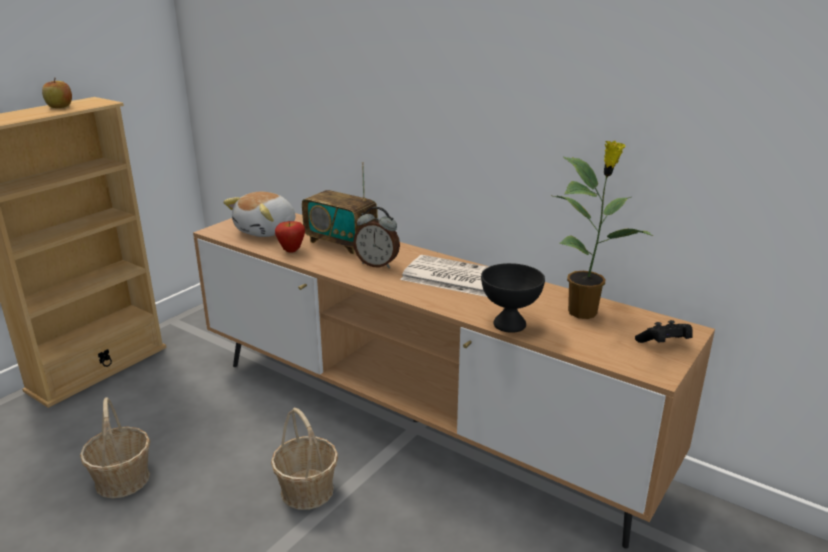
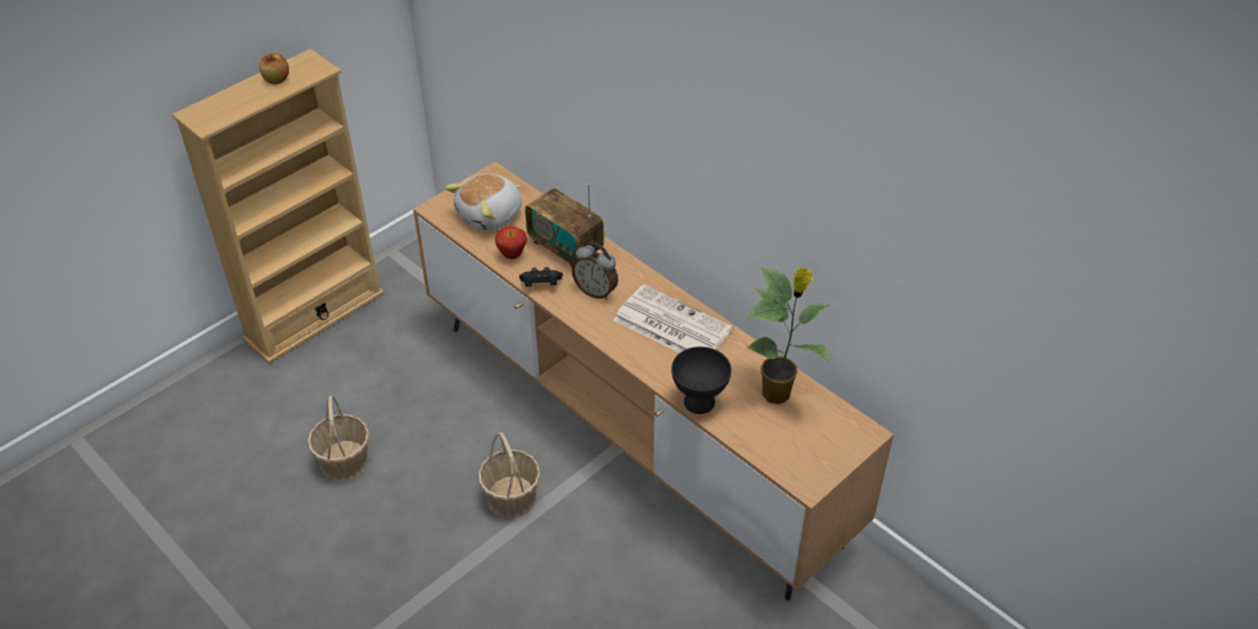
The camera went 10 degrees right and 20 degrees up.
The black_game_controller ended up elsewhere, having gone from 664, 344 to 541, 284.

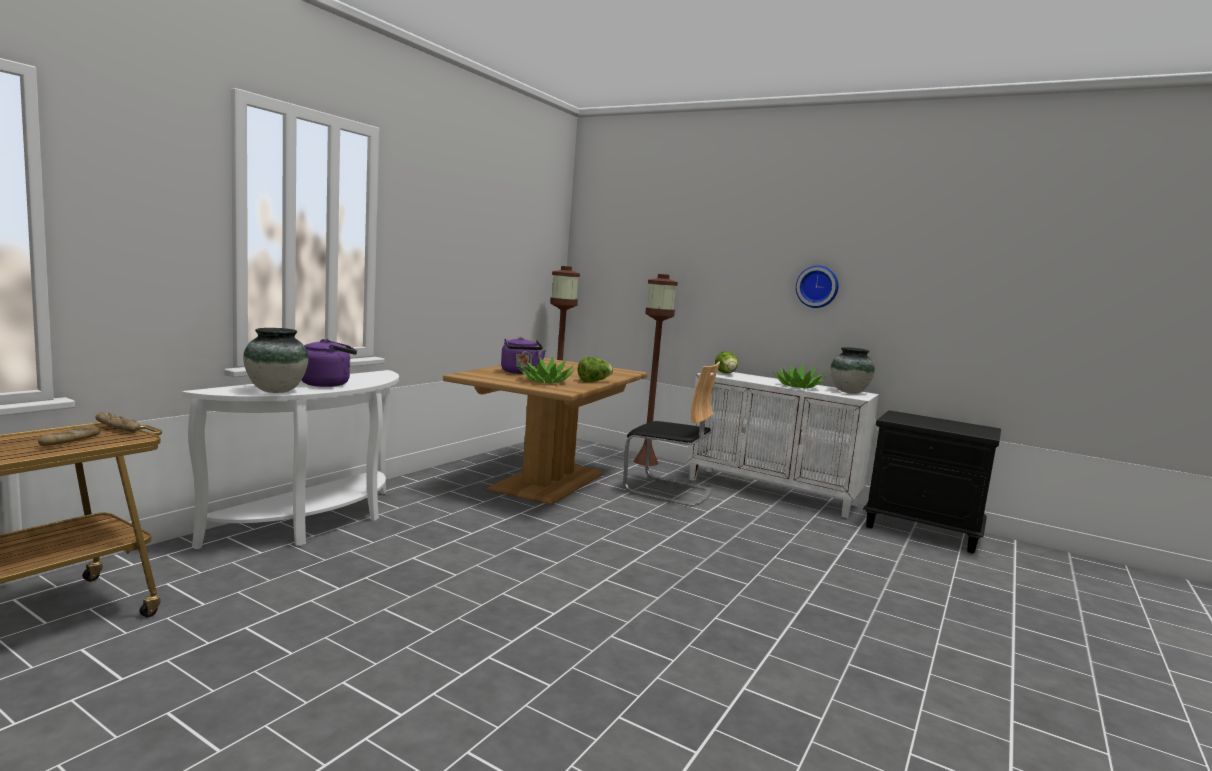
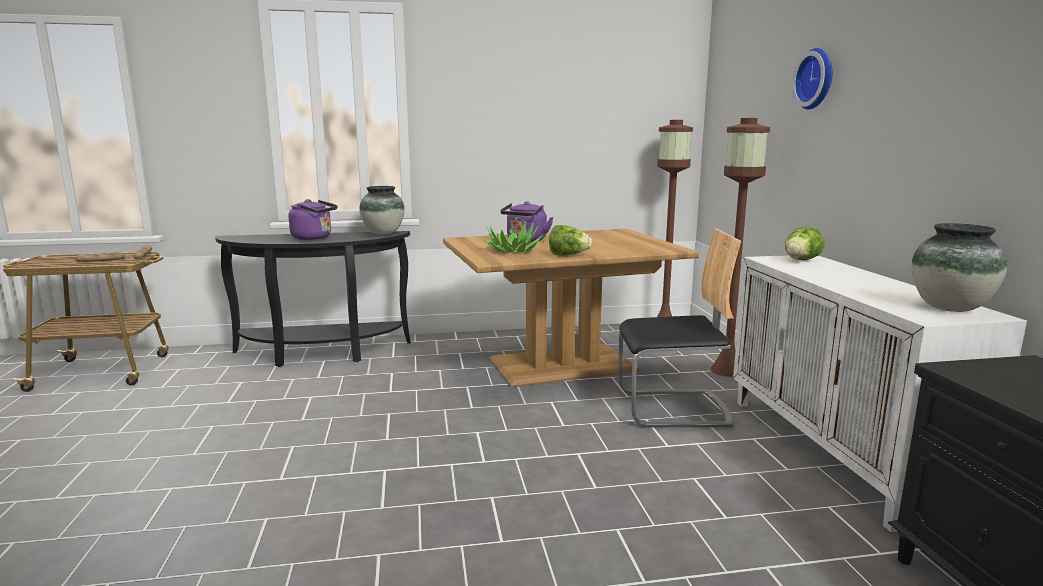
The camera went 50 degrees right and 5 degrees up.
What was the white_console_table at 317, 524 turned into the black_console_table at 321, 354.
The vase ended up elsewhere, having gone from 276, 391 to 383, 233.
The chair at 668, 491 ended up facing another way, 75 degrees counterclockwise from before.
The second view lost the potted_plant at 797, 386.
The wall_clock ended up elsewhere, having gone from 817, 286 to 817, 79.

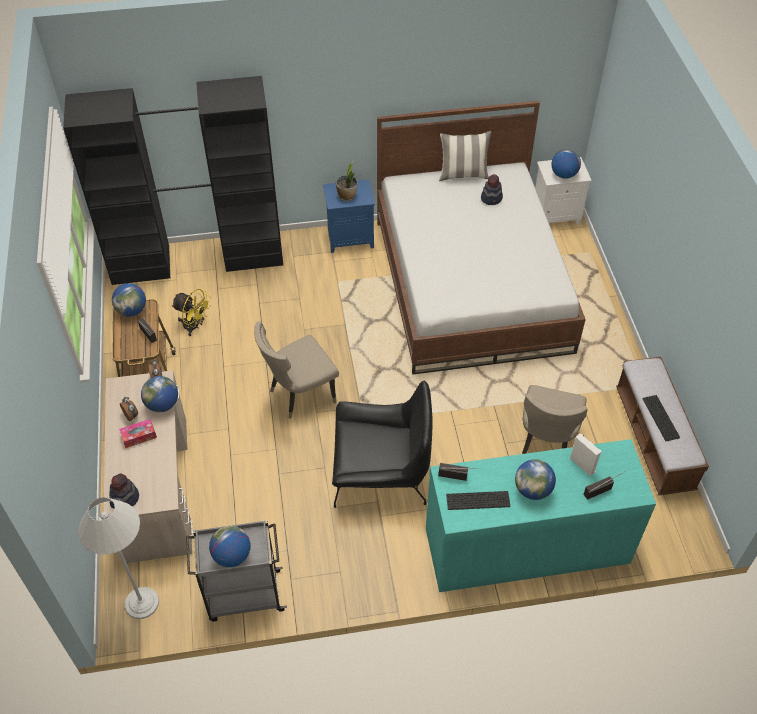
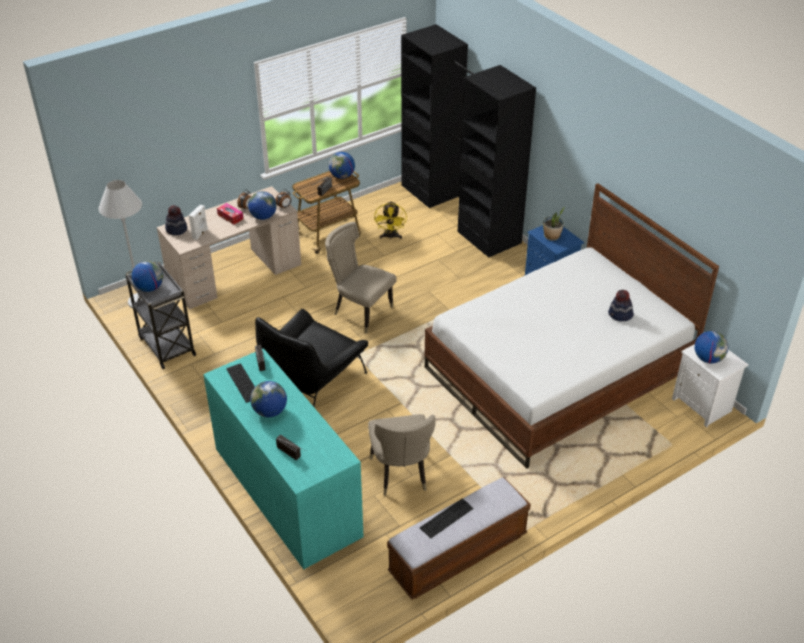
The camera went 65 degrees right and 10 degrees down.
The black_armchair at 381, 471 ended up facing another way, 60 degrees clockwise from before.
The second view lost the pillow at 463, 175.
The beige_chair at 545, 445 ended up facing another way, 90 degrees counterclockwise from before.
The white_speaker ended up elsewhere, having gone from 582, 465 to 200, 234.

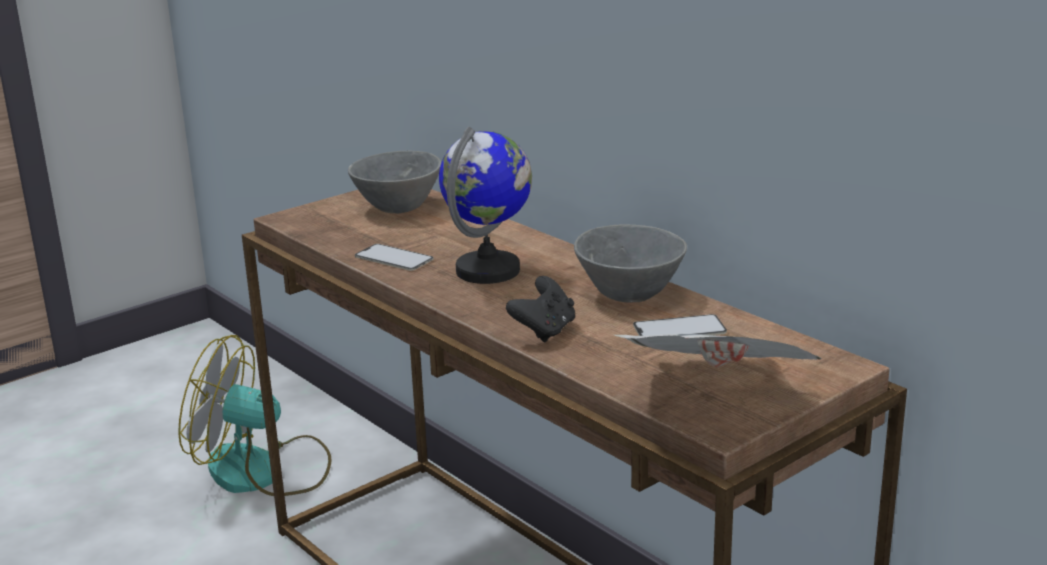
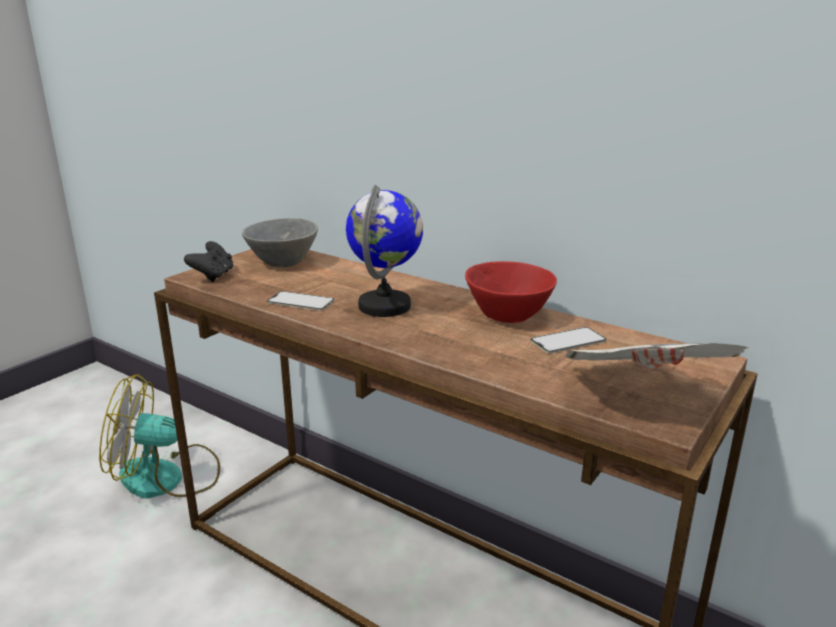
The camera went 15 degrees left and 0 degrees up.
The black_game_controller ended up elsewhere, having gone from 544, 331 to 213, 276.
What was the grey_bowl at 627, 294 turned into the red_bowl at 507, 317.

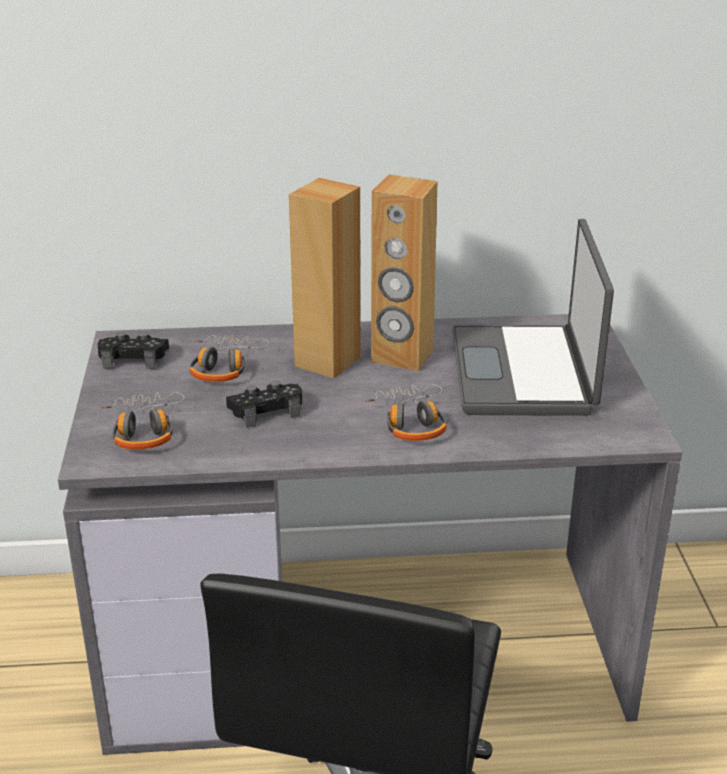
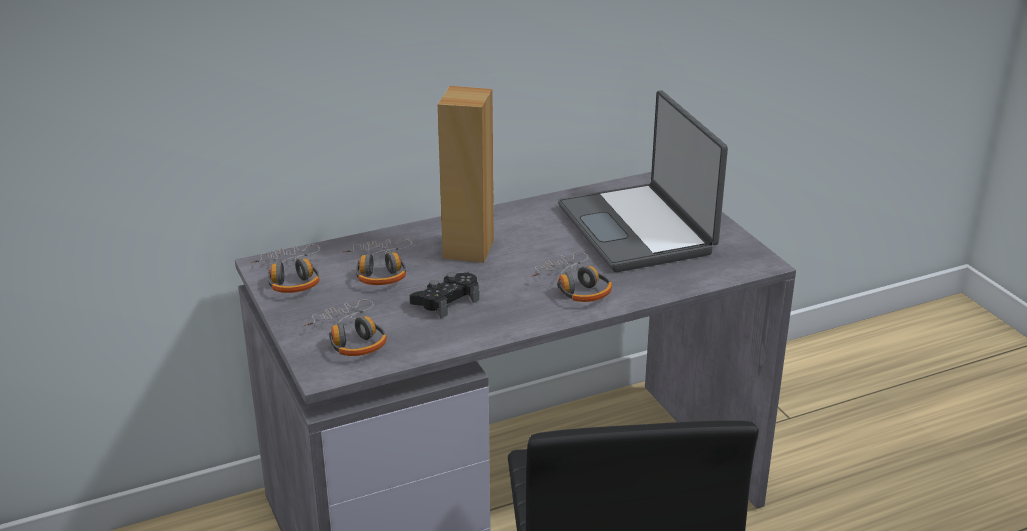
The camera went 20 degrees left and 0 degrees up.
Where the black_game_controller stood at 134, 358, the headphones came to stand at 291, 277.
The second view lost the brown_speaker at 402, 356.

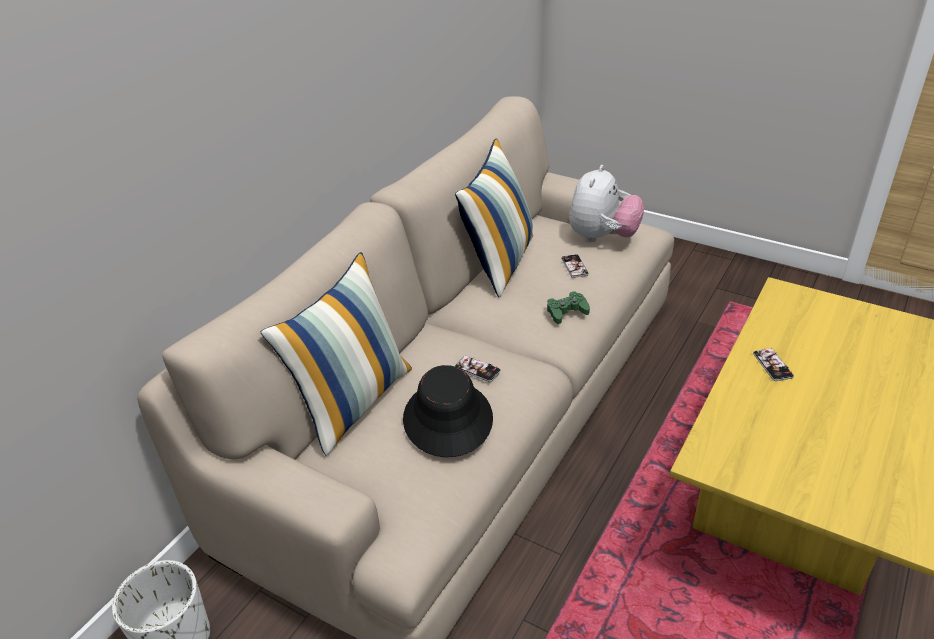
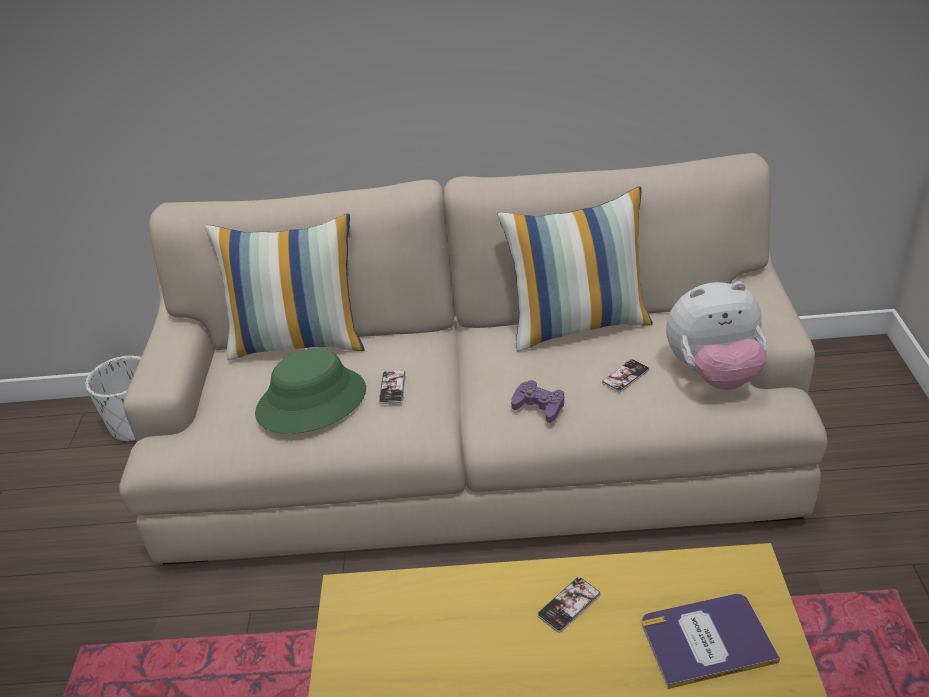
The camera went 60 degrees right and 0 degrees up.
What was the black_hat at 447, 419 turned into the green_hat at 311, 401.
What was the green_game_controller at 566, 312 turned into the purple_game_controller at 539, 406.
The second view gained the book at 707, 640.

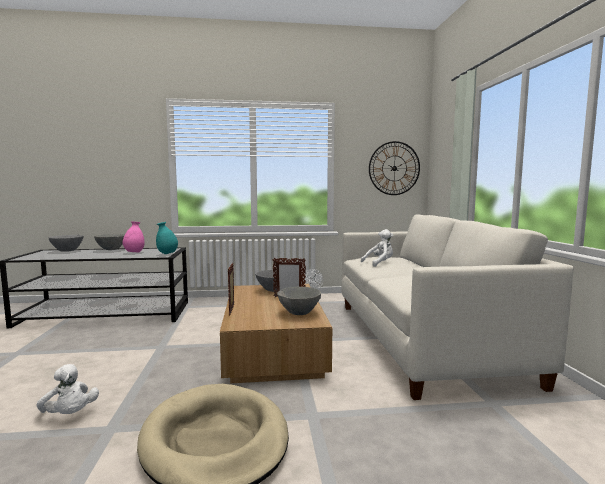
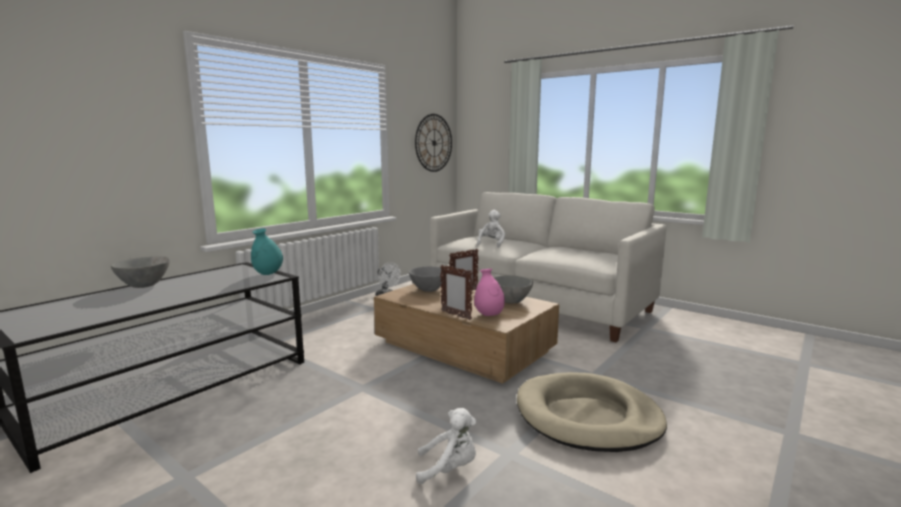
The camera went 45 degrees left and 5 degrees up.
The second view lost the grey_bowl at 67, 251.
The pink_vase ended up elsewhere, having gone from 134, 252 to 489, 315.

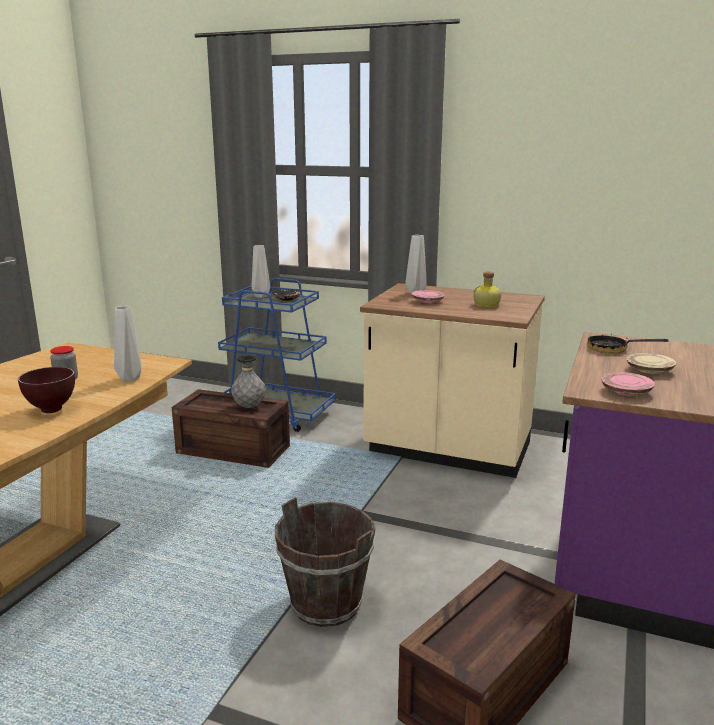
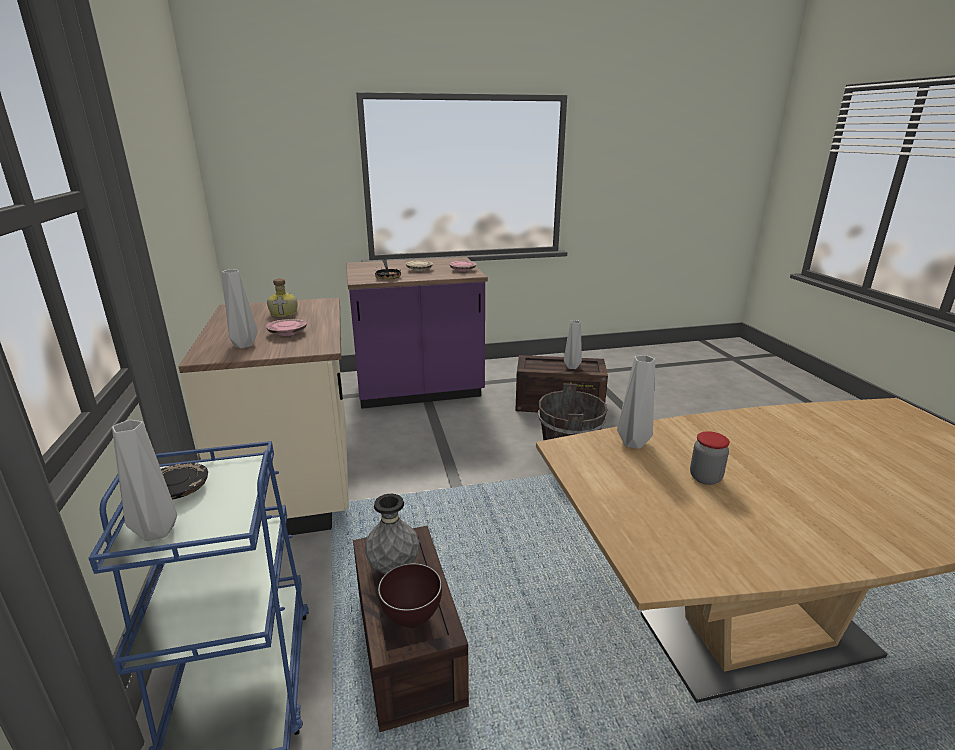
The camera went 125 degrees left and 5 degrees up.
The brown_bowl ended up elsewhere, having gone from 50, 410 to 413, 619.
The second view gained the grey_vase at 572, 367.

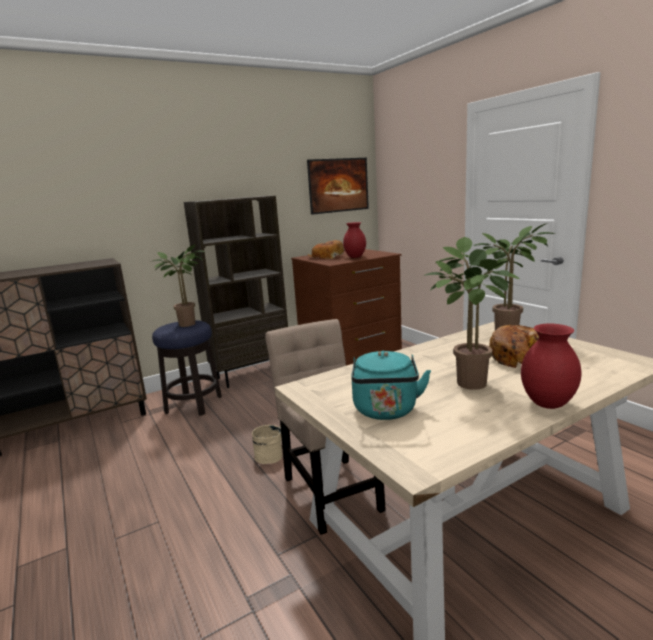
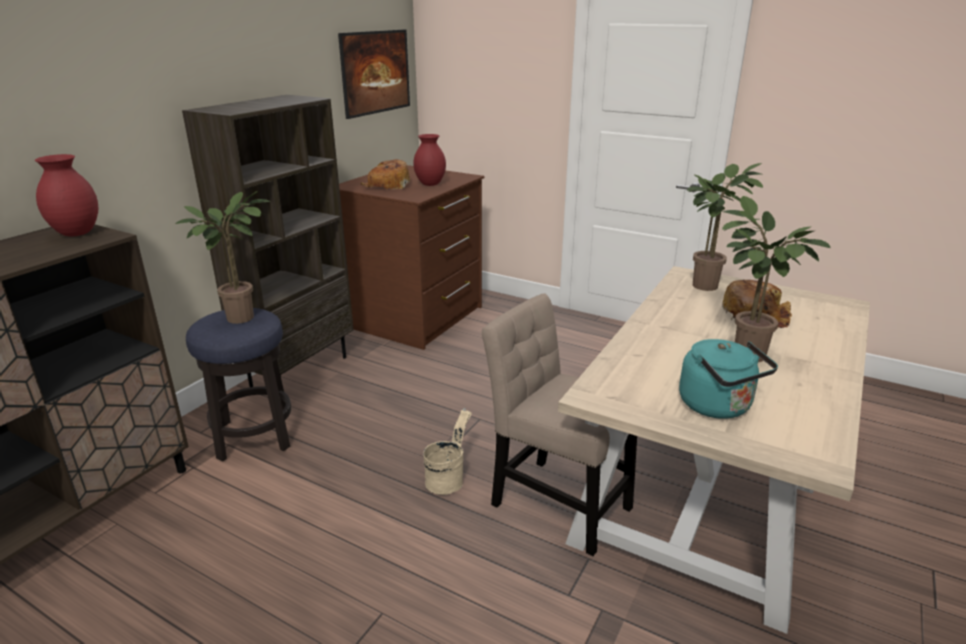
The camera went 30 degrees left and 10 degrees up.
The red_vase ended up elsewhere, having gone from 548, 404 to 77, 233.

